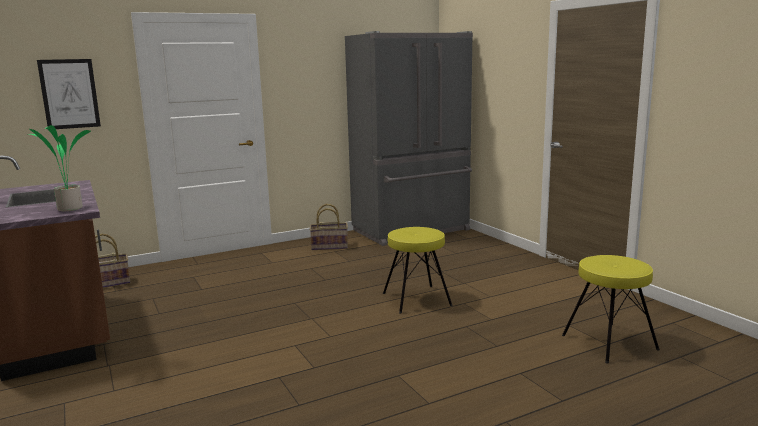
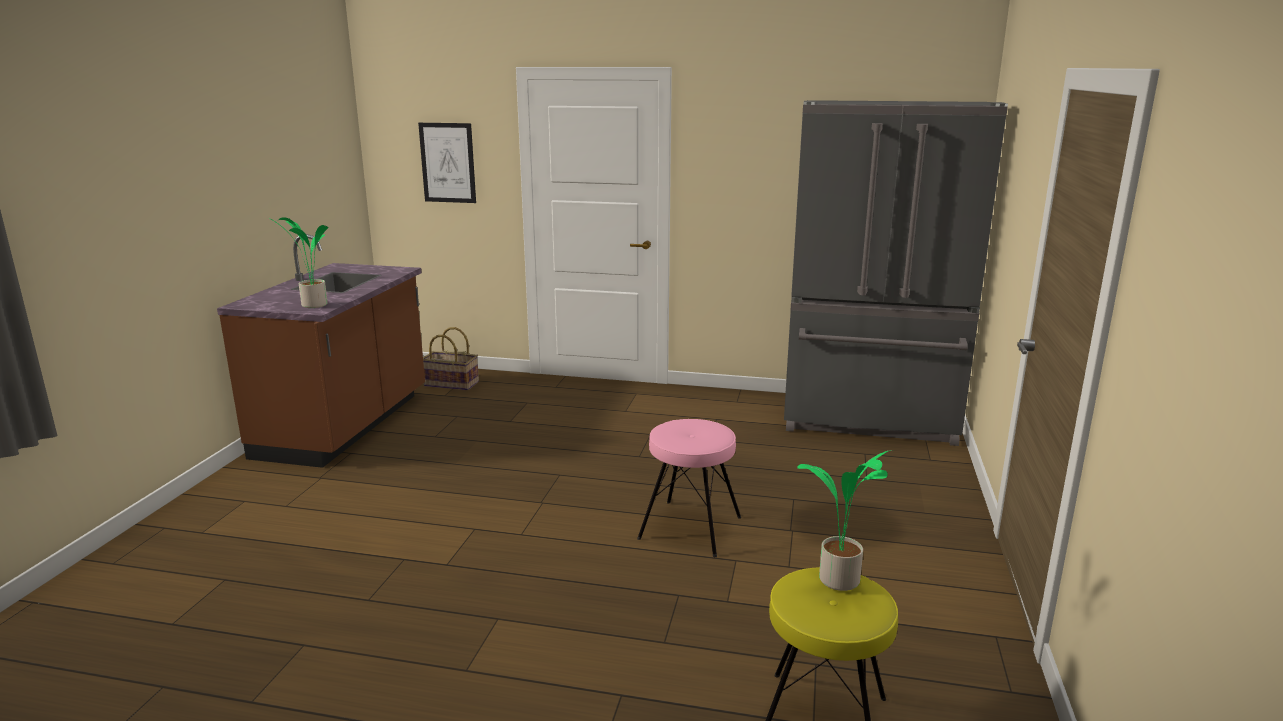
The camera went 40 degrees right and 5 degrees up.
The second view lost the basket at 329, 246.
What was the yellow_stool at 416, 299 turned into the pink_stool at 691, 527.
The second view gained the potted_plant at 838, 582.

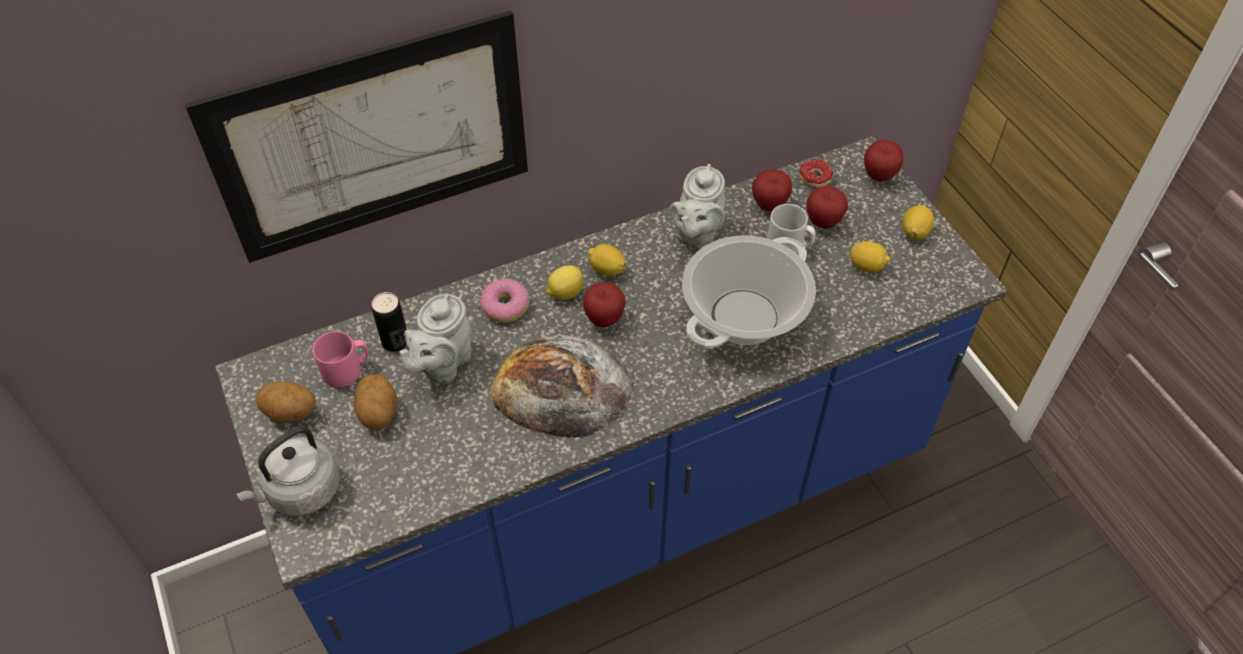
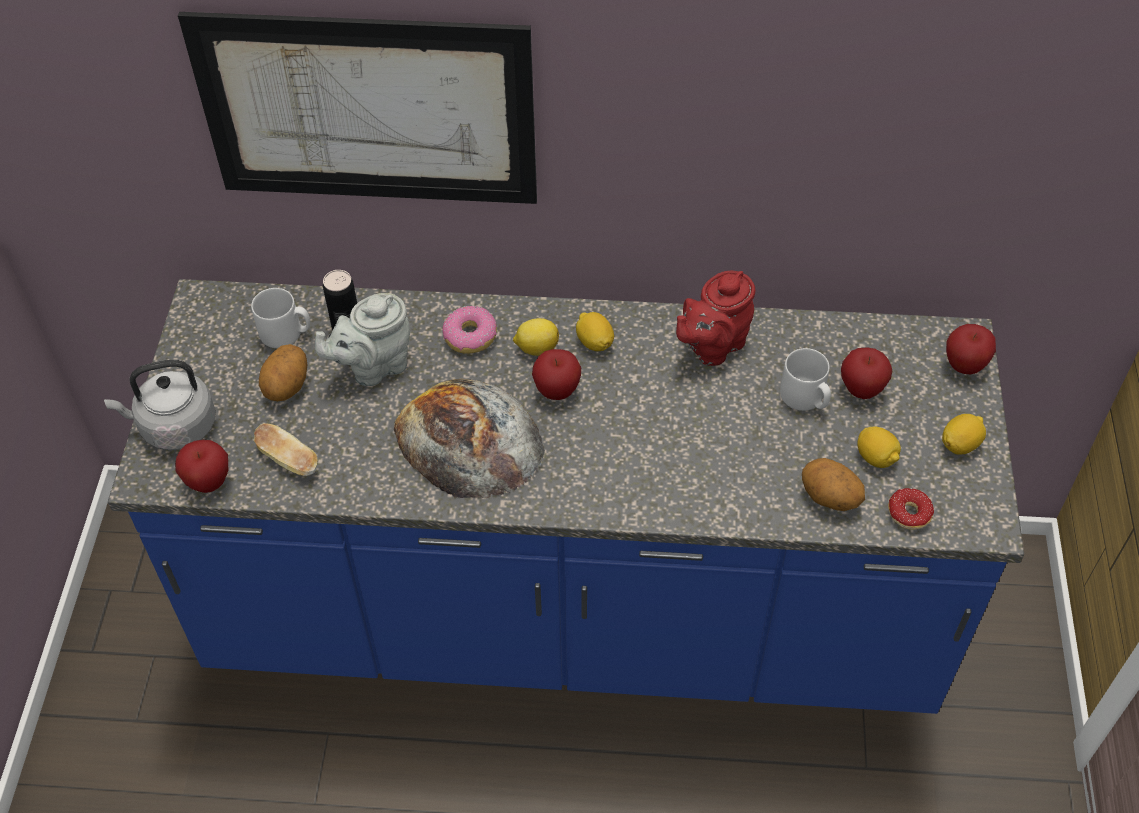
The camera went 30 degrees right and 0 degrees up.
The potato ended up elsewhere, having gone from 290, 413 to 829, 498.
What was the pink_mug at 347, 370 turned into the grey_mug at 286, 333.
What was the grey_teapot at 696, 235 turned into the red_teapot at 712, 346.
The second view lost the cooking_pot at 744, 317.
The apple ended up elsewhere, having gone from 769, 205 to 208, 482.
The donut ended up elsewhere, having gone from 811, 181 to 901, 516.
The second view gained the bread at 288, 460.

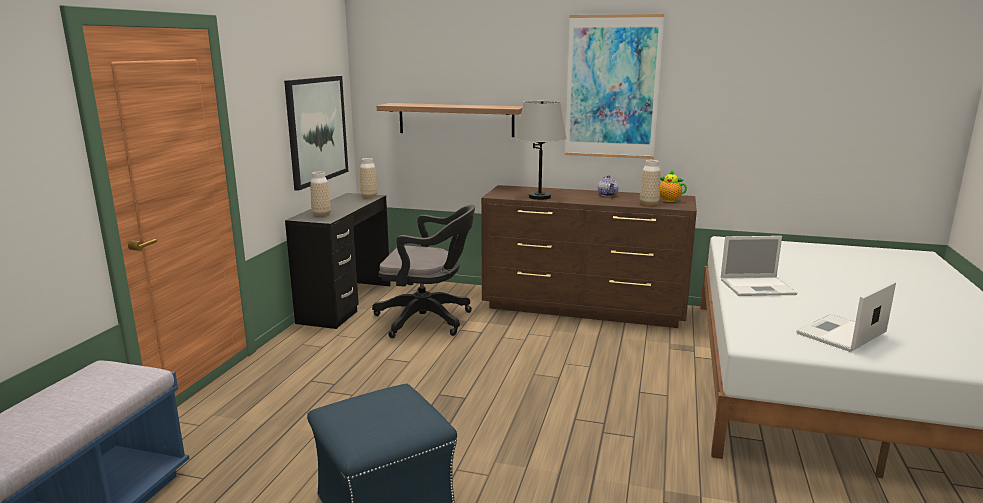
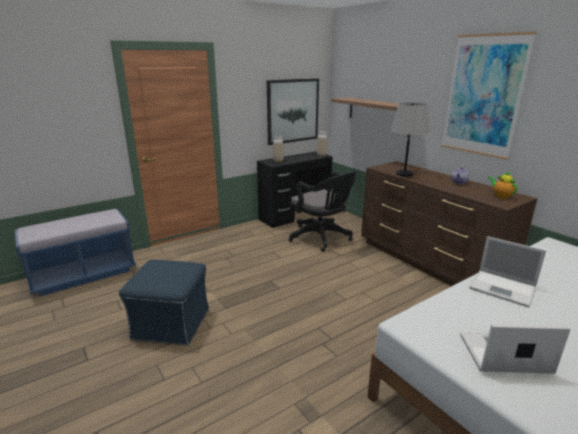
The camera went 40 degrees right and 5 degrees up.
The second view lost the vase at 649, 204.

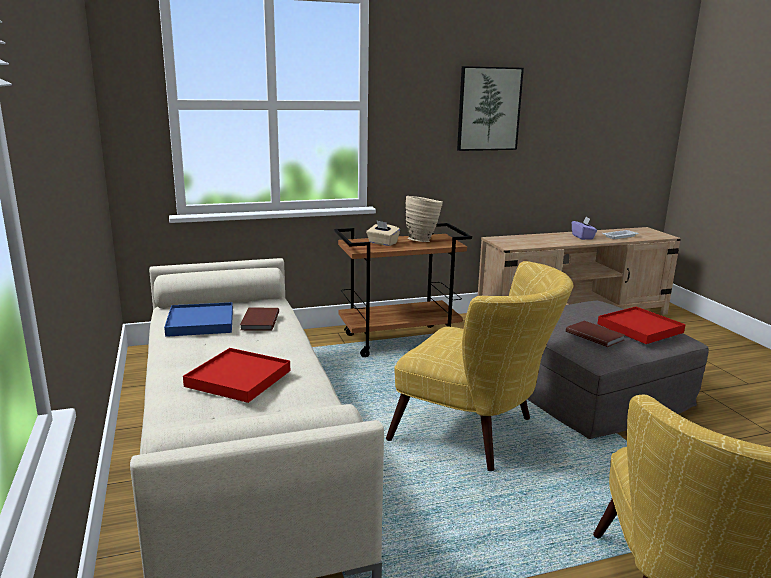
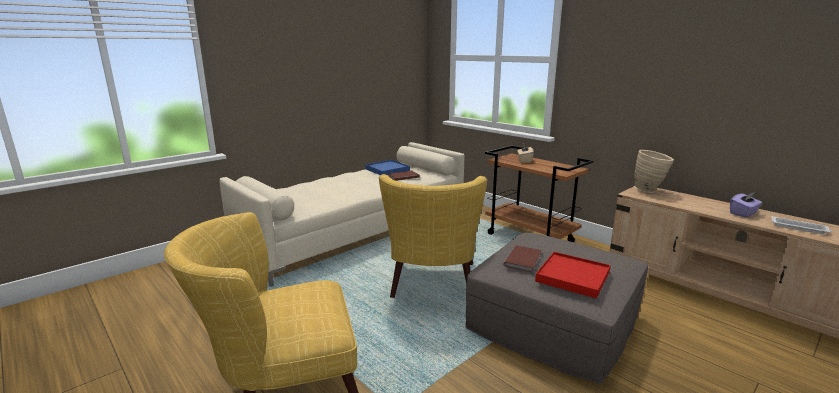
The camera went 65 degrees right and 0 degrees up.
The second view lost the red_tray at 238, 378.
The beige_vase ended up elsewhere, having gone from 422, 240 to 649, 191.
The second view lost the picture at 488, 109.

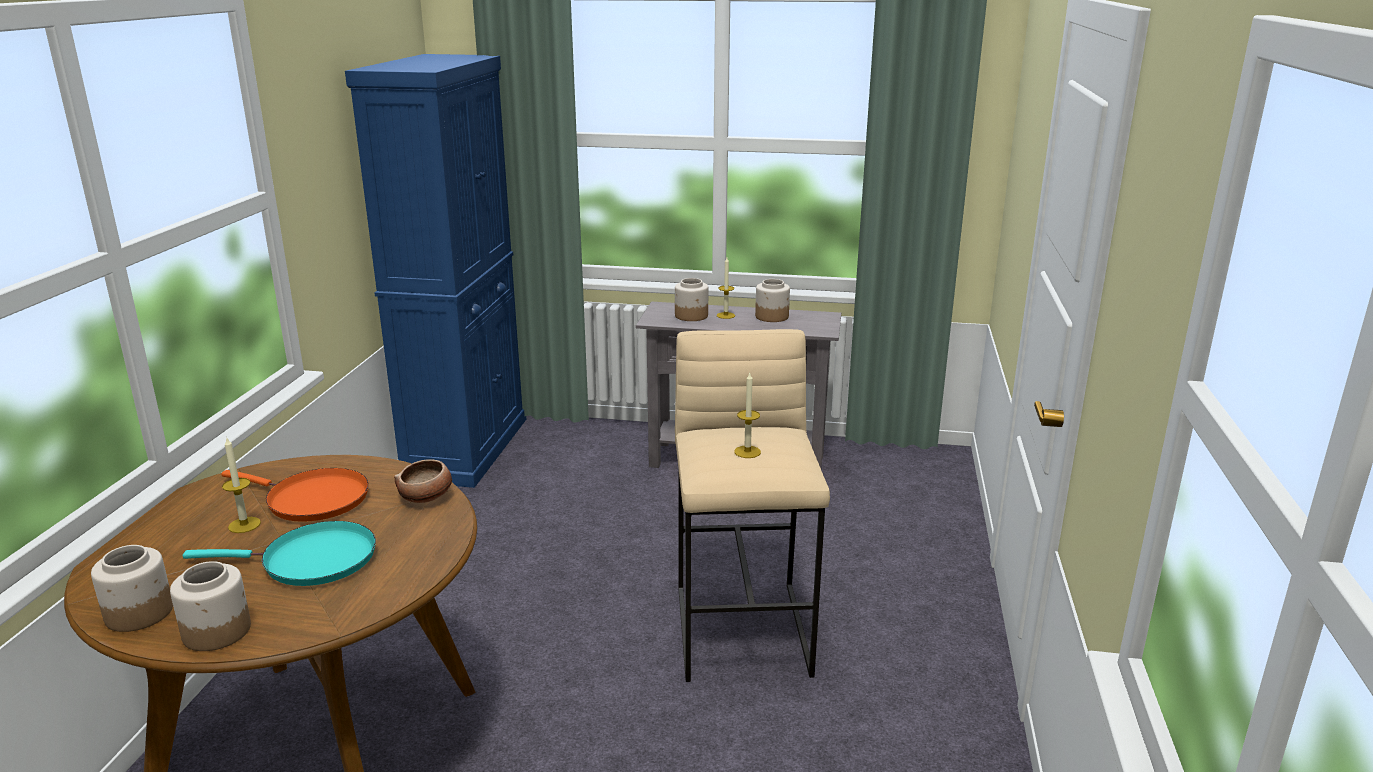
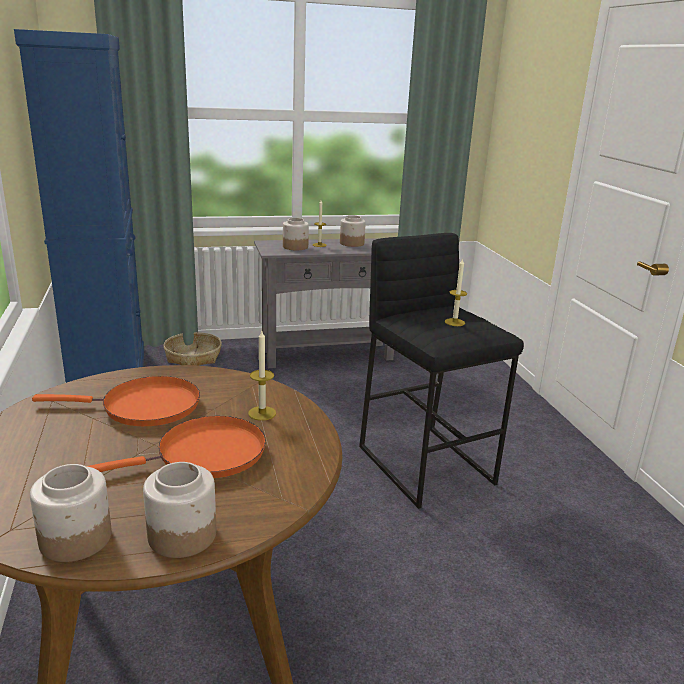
The camera went 25 degrees left and 0 degrees up.
What was the turquoise_frying_pan at 312, 560 turned into the orange_frying_pan at 204, 455.
The candle ended up elsewhere, having gone from 244, 525 to 262, 413.
The second view lost the bowl at 427, 497.
What was the beige_stool at 744, 630 turned into the black_stool at 427, 464.
The second view gained the basket at 193, 357.

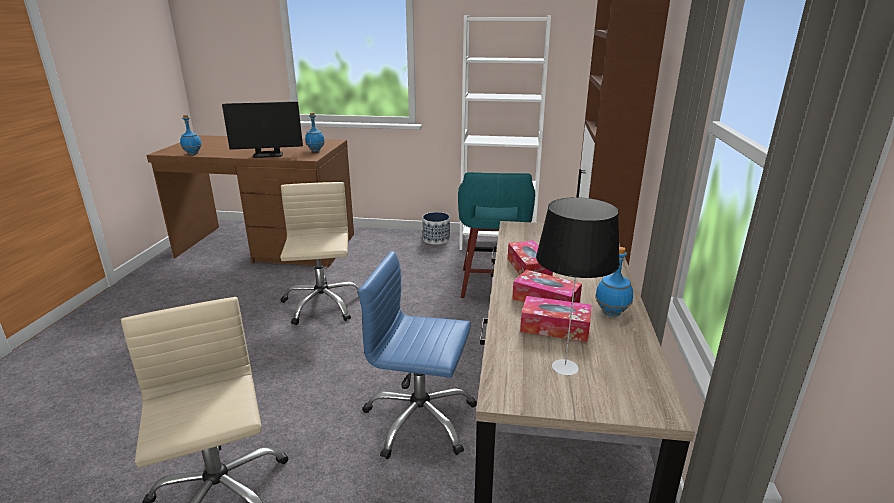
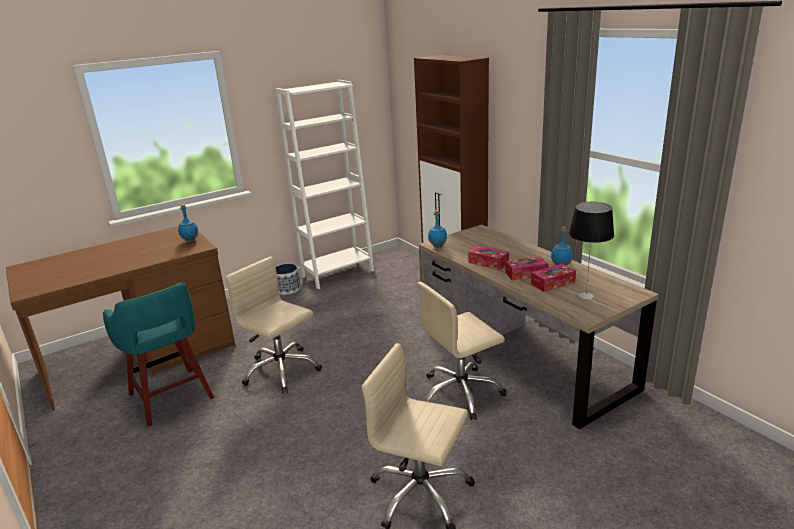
The camera went 40 degrees left and 0 degrees up.
The blue_bottle ended up elsewhere, having gone from 193, 154 to 438, 246.
The second view lost the monitor at 268, 155.
What was the blue_office_chair at 420, 420 turned into the beige_office_chair at 461, 393.
The turquoise_stool ended up elsewhere, having gone from 492, 285 to 171, 398.

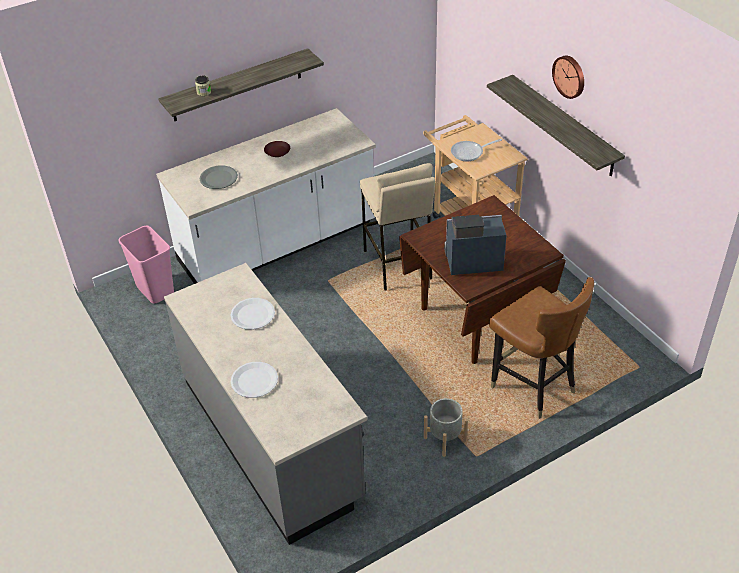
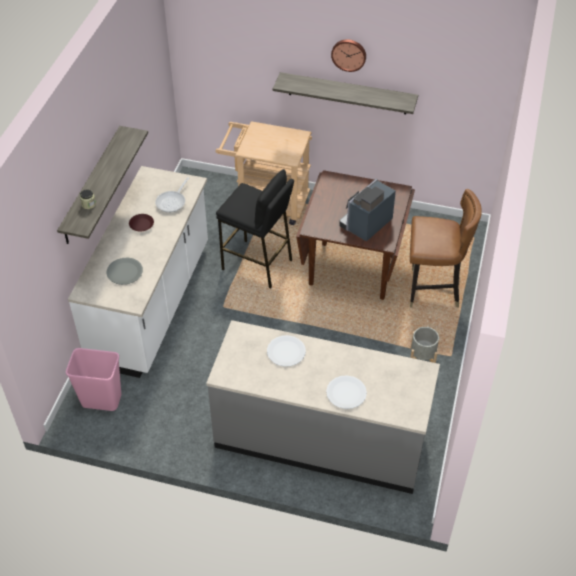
The camera went 45 degrees left and 5 degrees up.
What was the beige_stool at 397, 265 turned into the black_stool at 257, 265.
The frying_pan ended up elsewhere, having gone from 470, 153 to 172, 202.

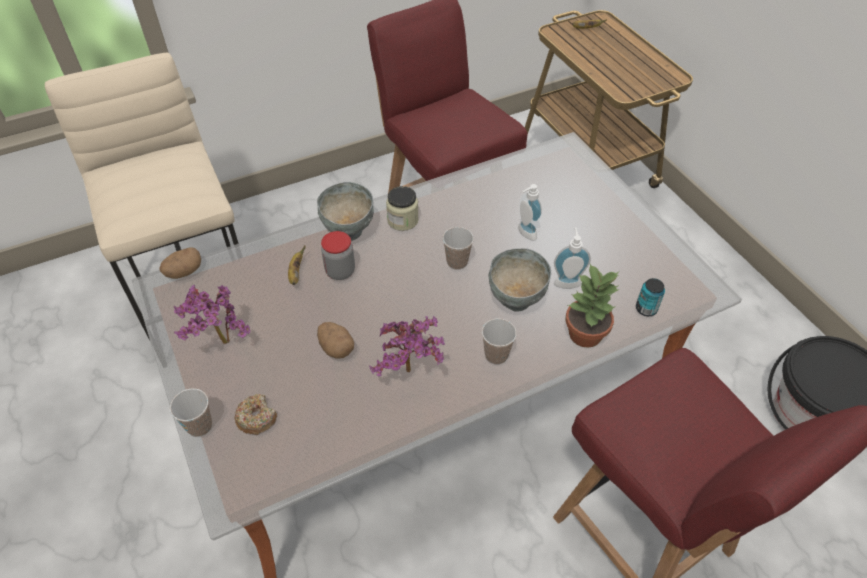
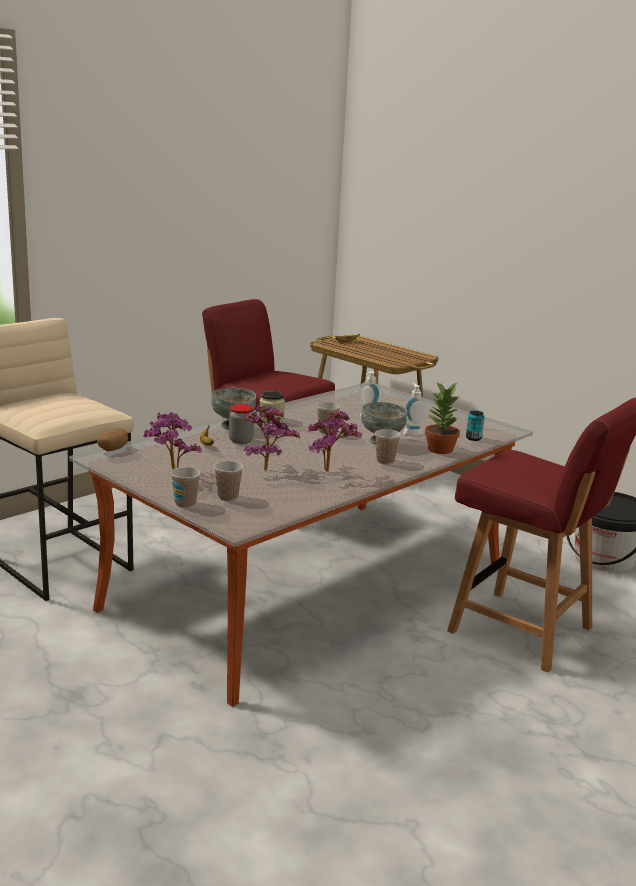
The camera went 20 degrees left and 30 degrees down.
Where the donut stood at 256, 418, the cup came to stand at 228, 497.
Where the potato stood at 336, 348, the potted_plant came to stand at 265, 468.

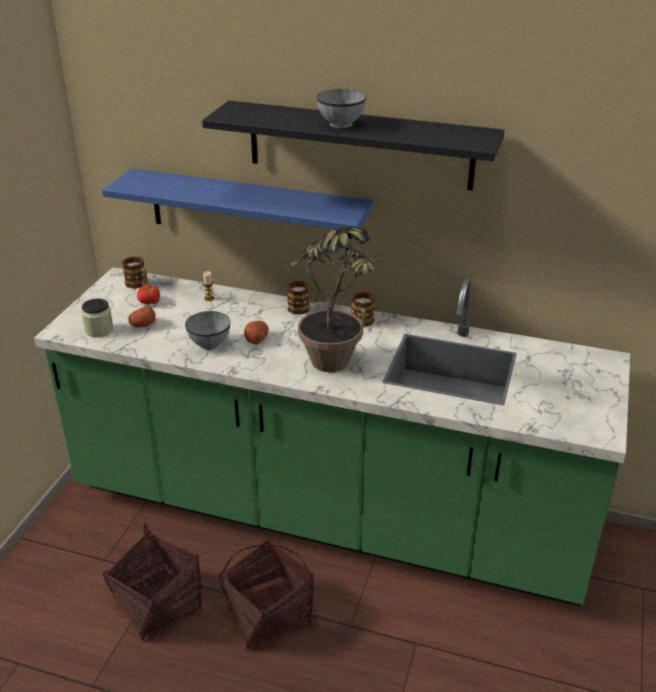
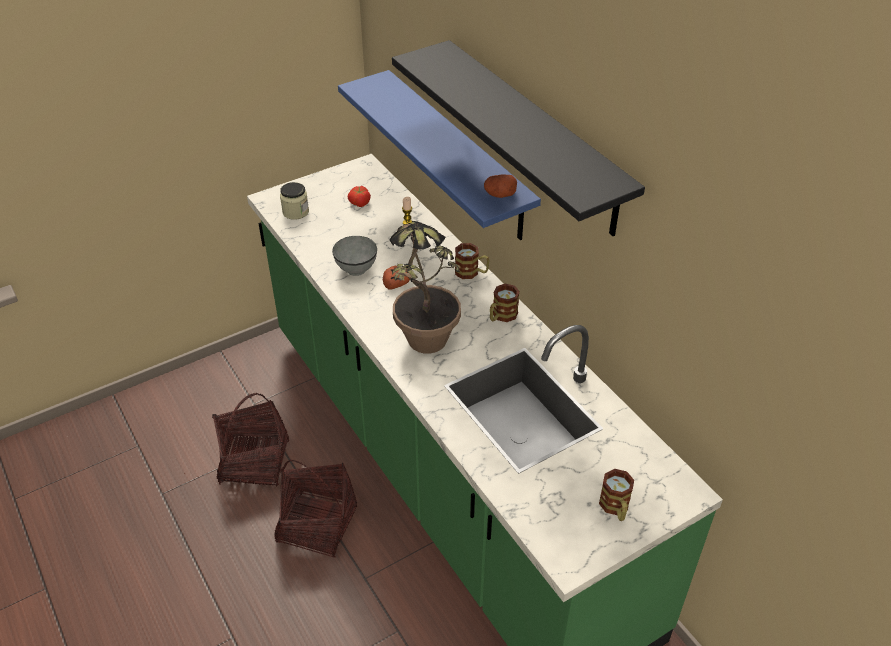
The camera went 40 degrees right and 10 degrees up.
The mug ended up elsewhere, having gone from 138, 284 to 615, 508.
The potato ended up elsewhere, having gone from 143, 325 to 499, 194.
The second view lost the grey_bowl at 341, 124.

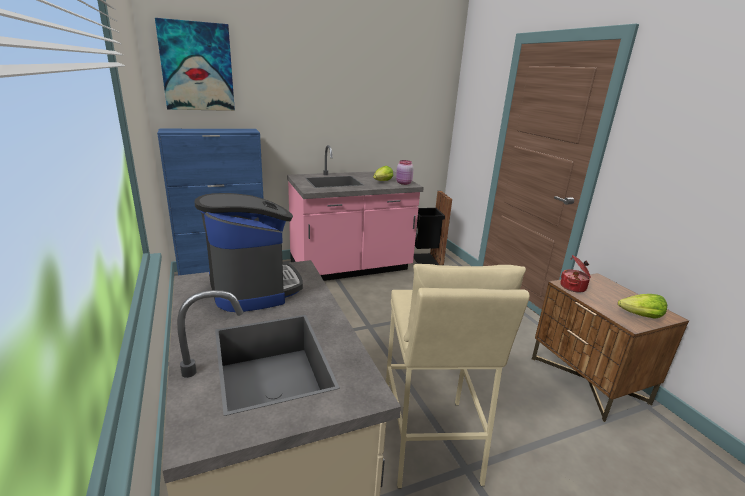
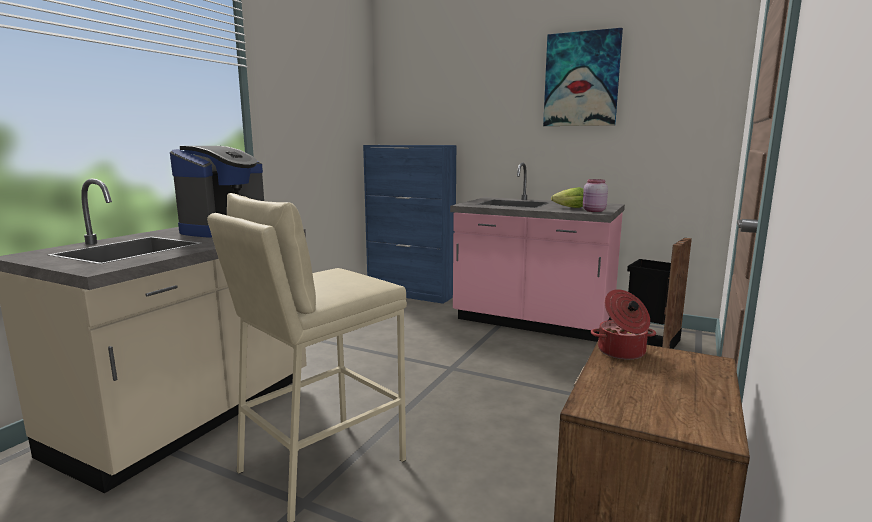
The camera went 50 degrees right and 10 degrees down.
The picture ended up elsewhere, having gone from 197, 67 to 581, 79.
The second view lost the lettuce at 640, 316.

